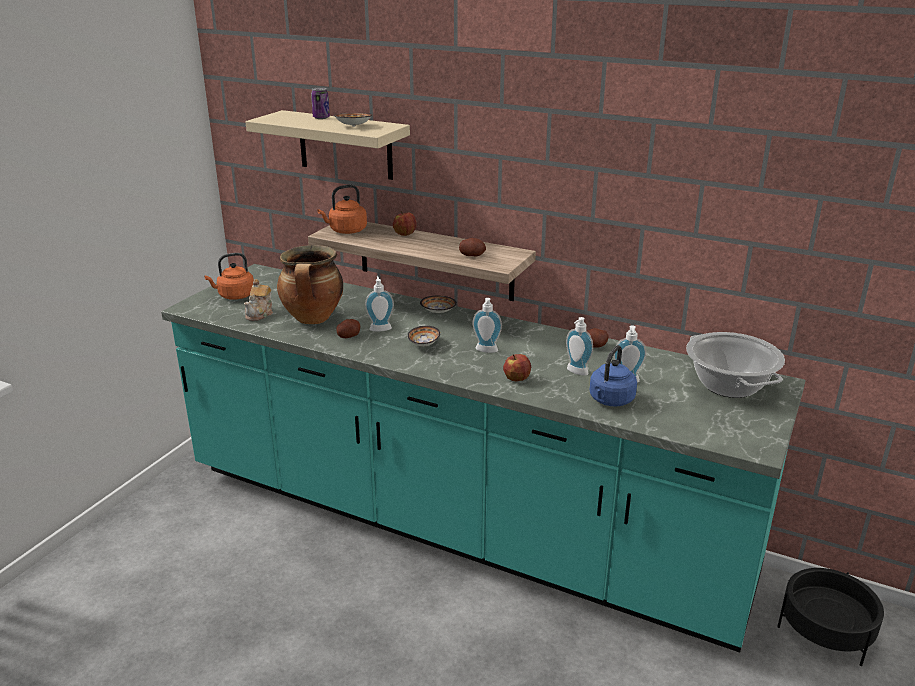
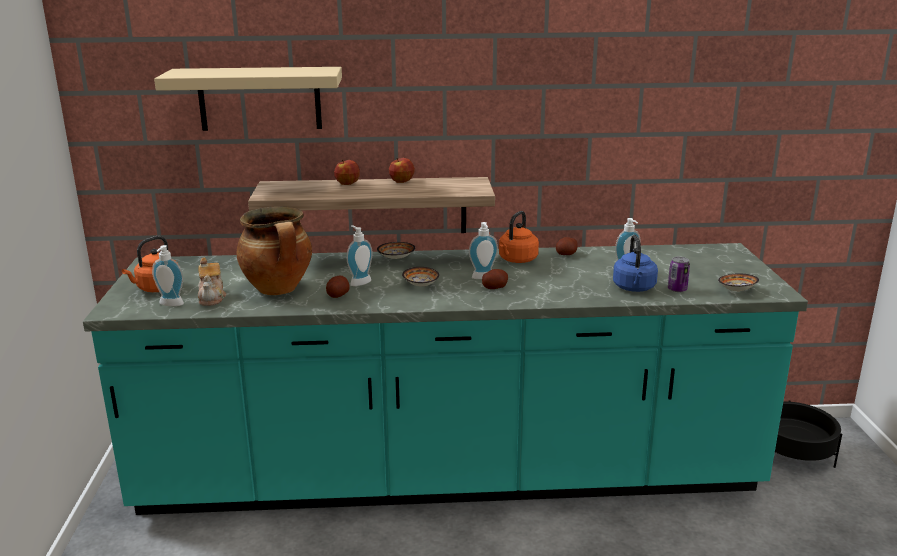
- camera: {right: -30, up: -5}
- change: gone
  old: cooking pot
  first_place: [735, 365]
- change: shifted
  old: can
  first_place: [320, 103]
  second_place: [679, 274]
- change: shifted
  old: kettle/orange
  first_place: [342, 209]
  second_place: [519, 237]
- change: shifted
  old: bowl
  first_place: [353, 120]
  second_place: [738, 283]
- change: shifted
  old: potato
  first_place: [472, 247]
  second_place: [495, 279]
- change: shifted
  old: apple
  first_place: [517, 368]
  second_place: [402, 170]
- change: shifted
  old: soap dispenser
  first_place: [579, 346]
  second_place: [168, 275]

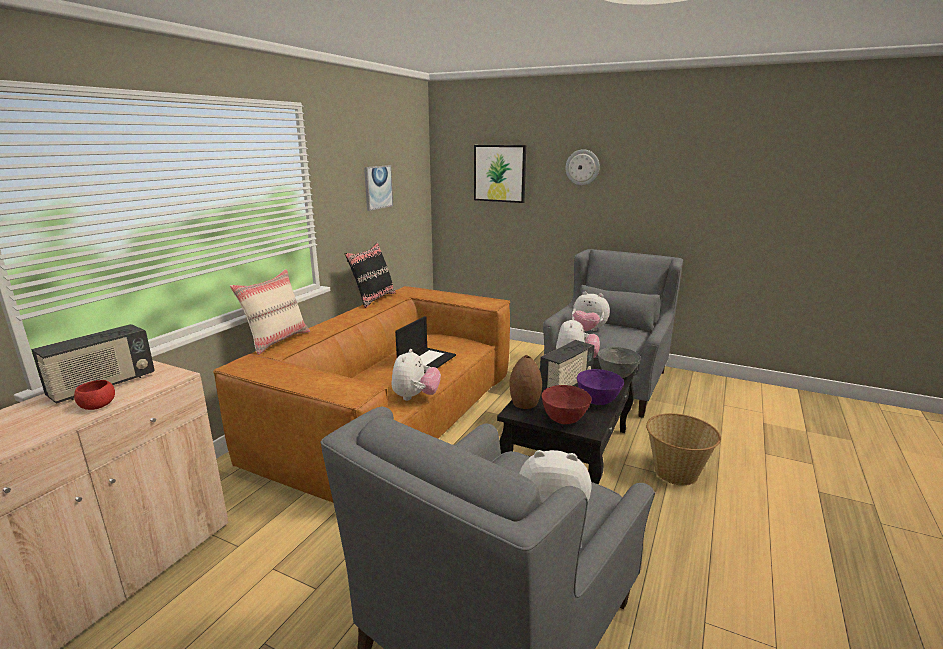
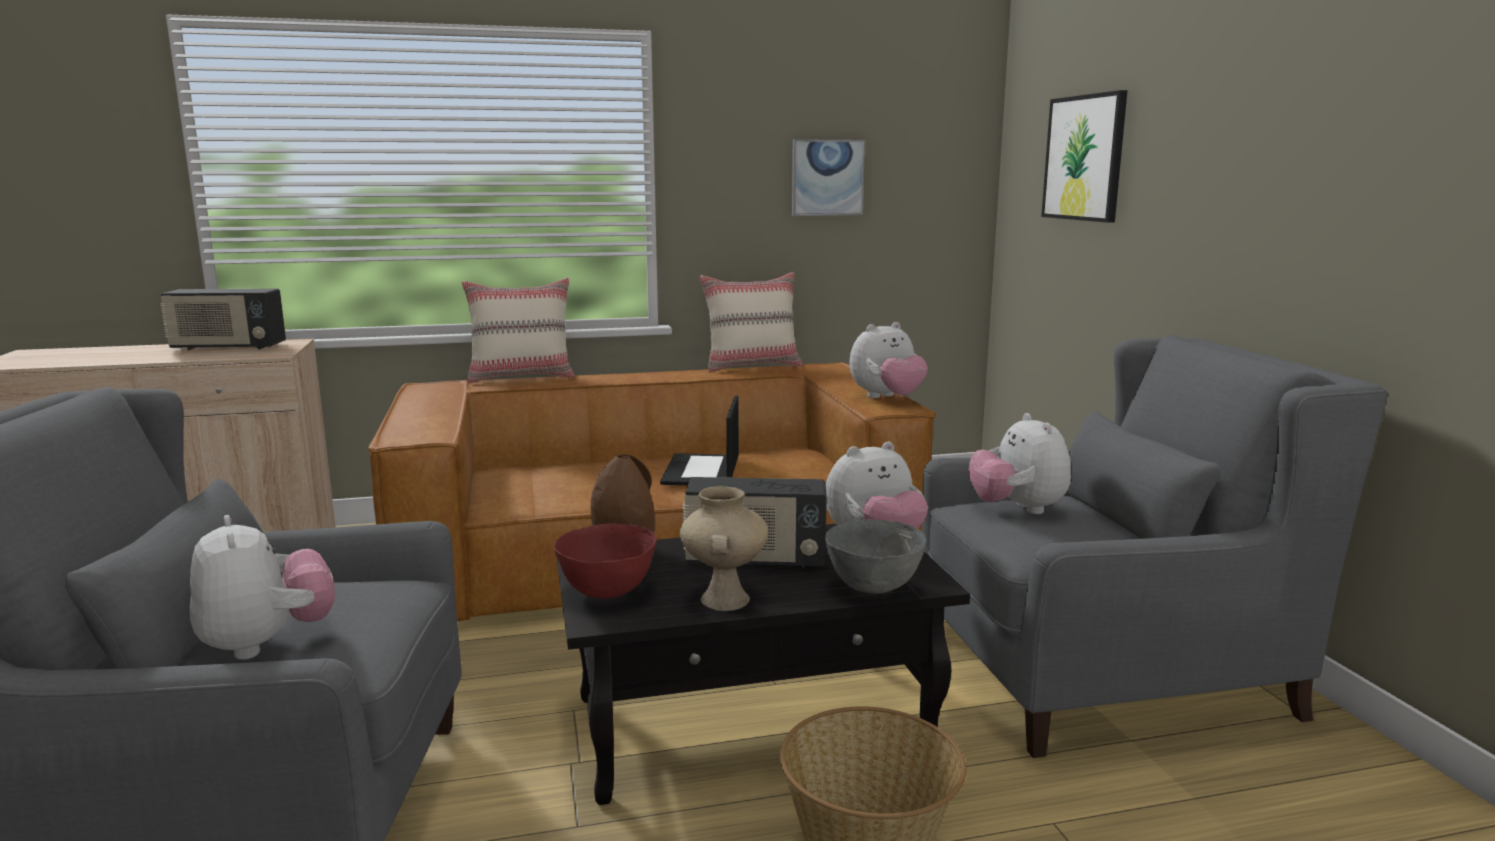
- camera: {right: 50, up: -5}
- change: gone
  old: bowl/red
  first_place: [94, 395]
- change: gone
  old: wall clock
  first_place: [582, 167]
- change: shifted
  old: plush toy
  first_place: [416, 375]
  second_place: [889, 360]
- change: swapped
  old: bowl/purple
  new: vase/beige
  first_place: [600, 387]
  second_place: [724, 548]
- change: repainted
  old: pillow/black
  new: pillow/beige
  first_place: [370, 275]
  second_place: [751, 322]
- change: rotated
  old: laptop
  first_place: [425, 344]
  second_place: [699, 440]
  degrees: 105

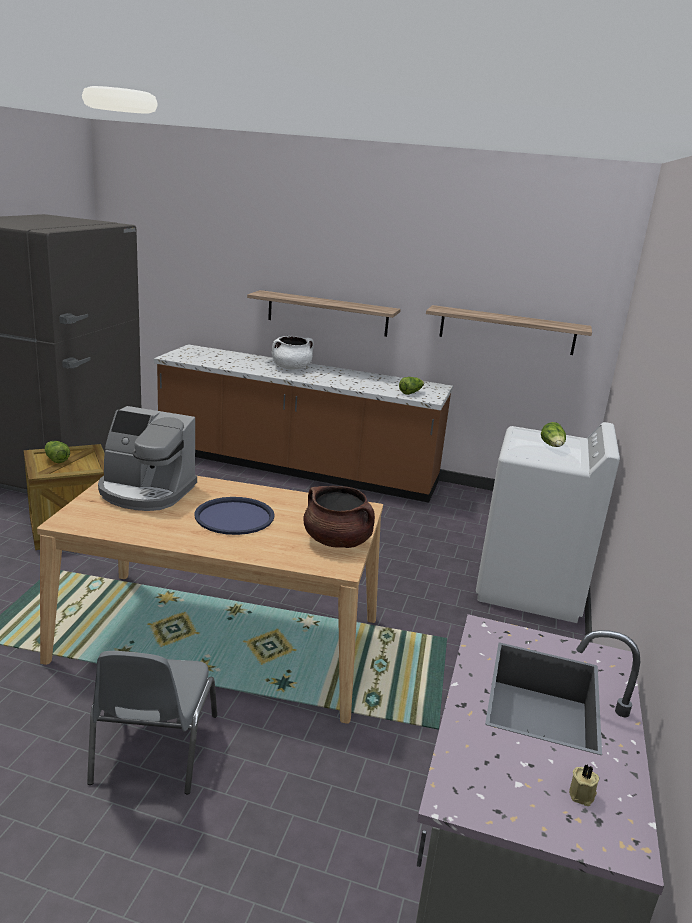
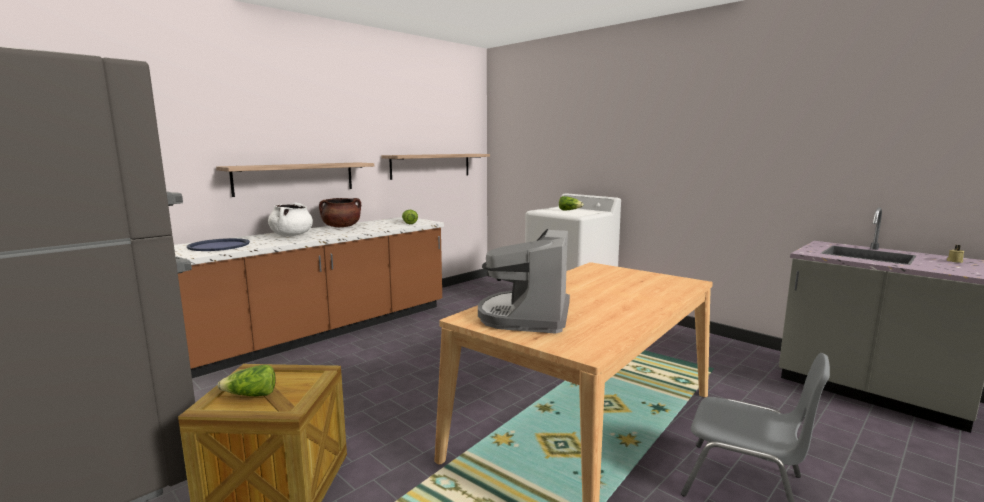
- camera: {right: -60, up: -10}
- change: shifted
  old: tray/blue
  first_place: [234, 516]
  second_place: [218, 244]
- change: shifted
  old: cooking pot/brown
  first_place: [339, 517]
  second_place: [340, 212]
- change: rotated
  old: coffee machine
  first_place: [147, 458]
  second_place: [524, 281]
  degrees: 150

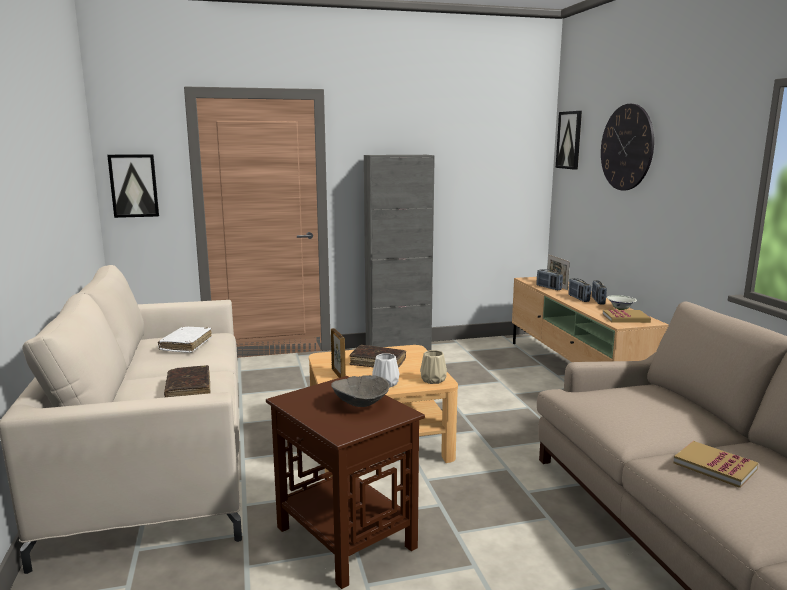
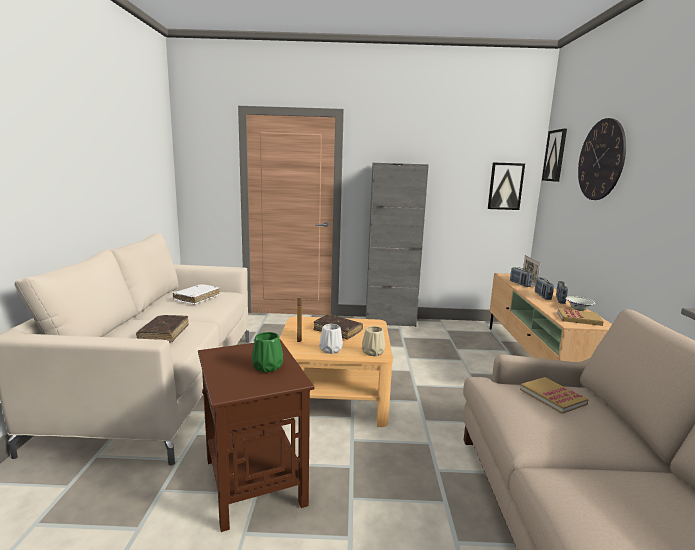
- camera: {right: 15, up: 0}
- change: shifted
  old: picture
  first_place: [133, 186]
  second_place: [506, 186]
- change: shifted
  old: book
  first_place: [716, 464]
  second_place: [554, 395]
- change: swapped
  old: bowl/grey
  new: vase/green
  first_place: [360, 391]
  second_place: [267, 352]

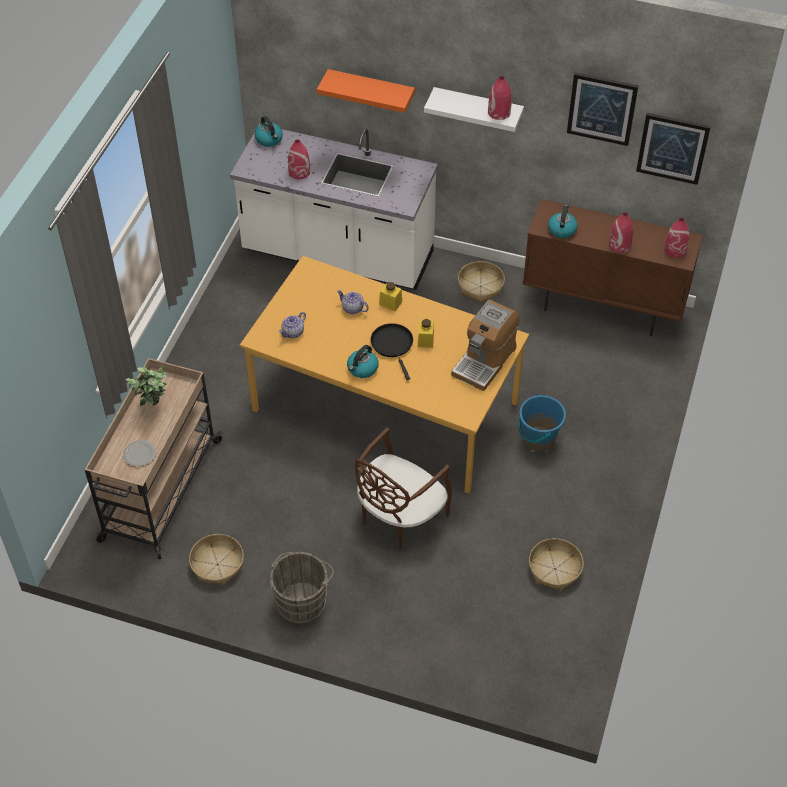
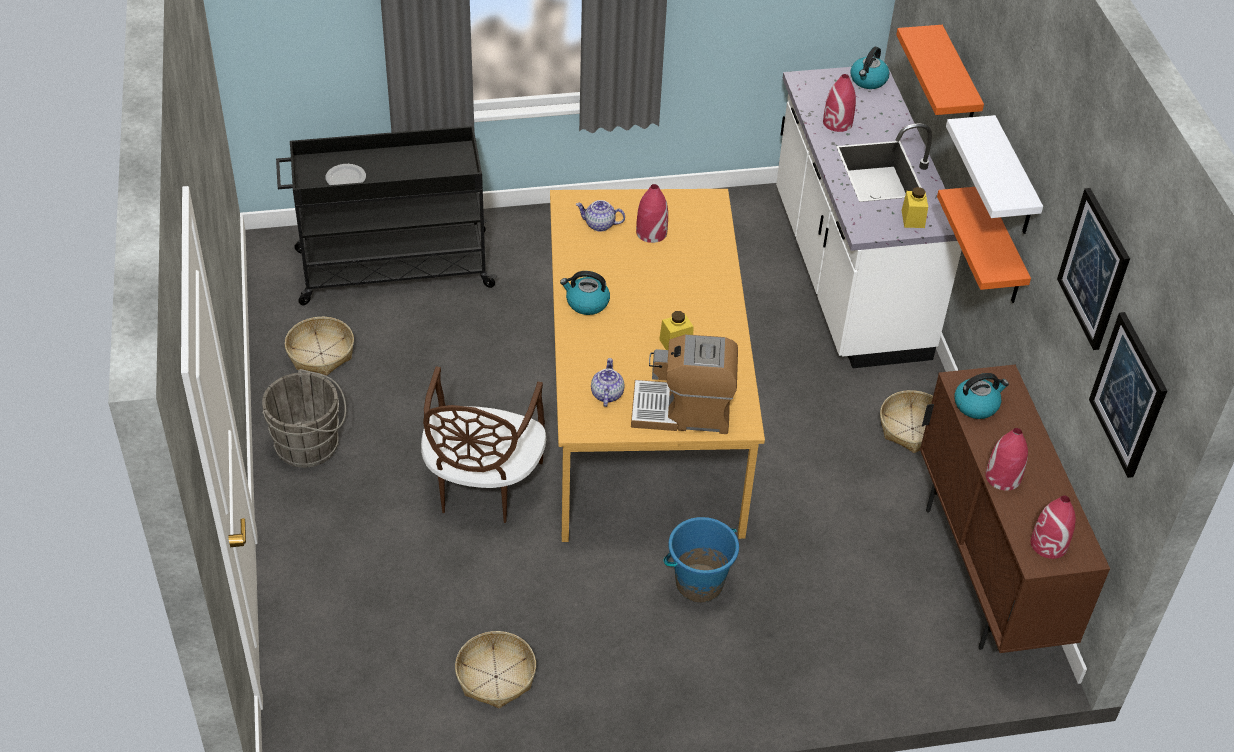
- camera: {right: 60, up: -5}
- change: gone
  old: potted plant
  first_place: [147, 386]
- change: gone
  old: frying pan/black
  first_place: [392, 351]
- change: new
  new: shelf/orange
  second_place: [984, 245]
- change: shifted
  old: teapot
  first_place: [353, 302]
  second_place: [607, 382]
- change: shifted
  old: jar/yellow
  first_place: [390, 296]
  second_place: [914, 207]
- change: shifted
  old: vase/red
  first_place: [500, 98]
  second_place: [652, 213]
- change: repainted
  old: cart/beige
  new: cart/black
  first_place: [154, 458]
  second_place: [386, 215]
- change: rotated
  old: chair/brown
  first_place: [403, 488]
  second_place: [483, 444]
  degrees: -90

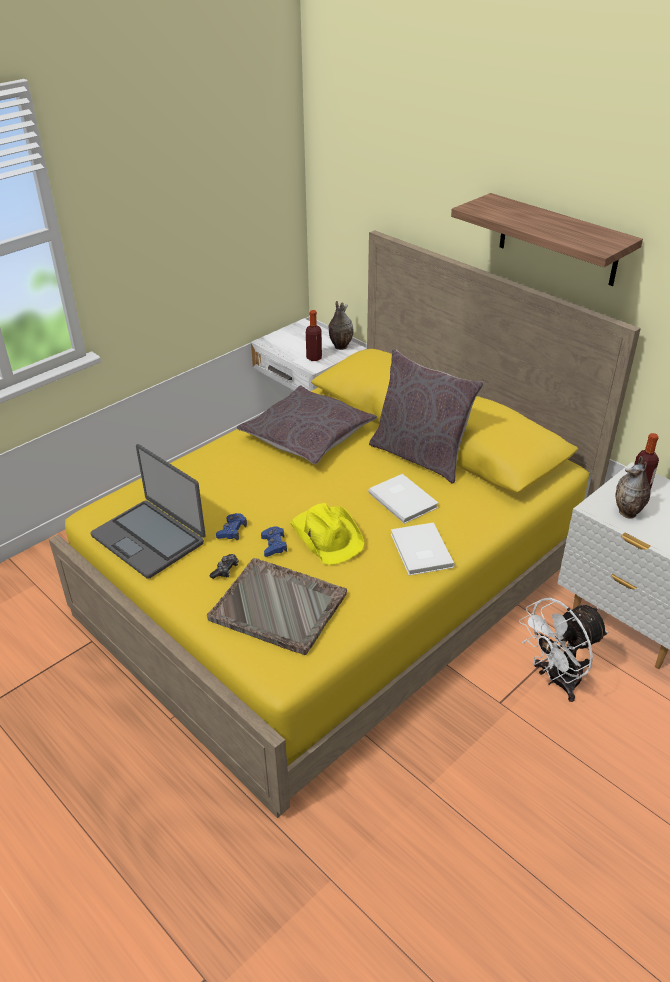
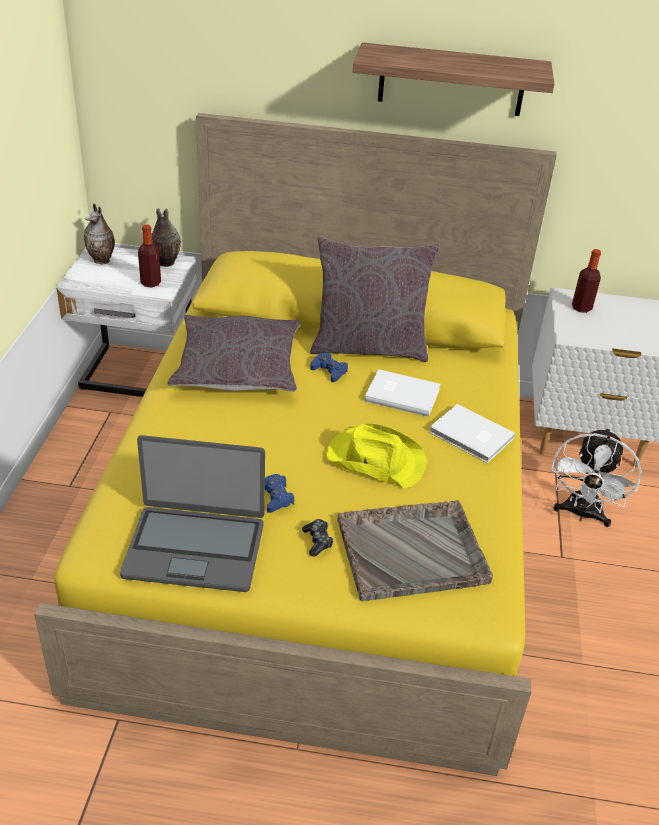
- camera: {right: -40, up: 0}
- change: shifted
  old: game controller/blue
  first_place: [274, 541]
  second_place: [329, 367]
- change: shifted
  old: vase
  first_place: [633, 487]
  second_place: [99, 233]

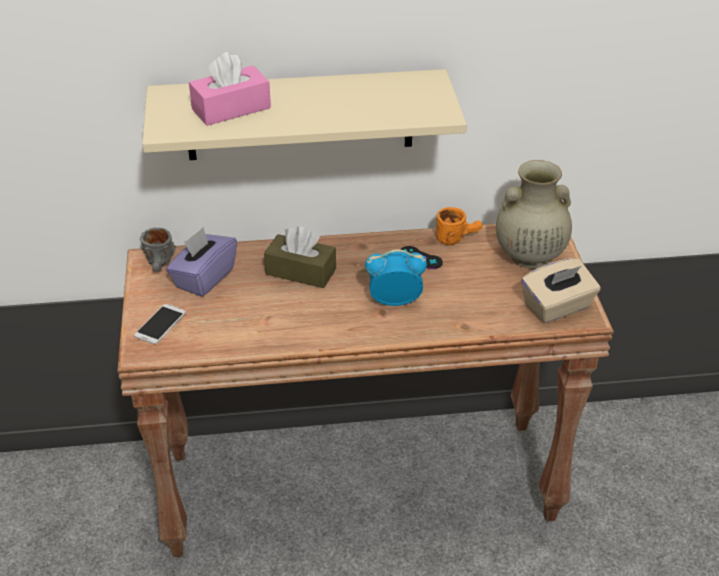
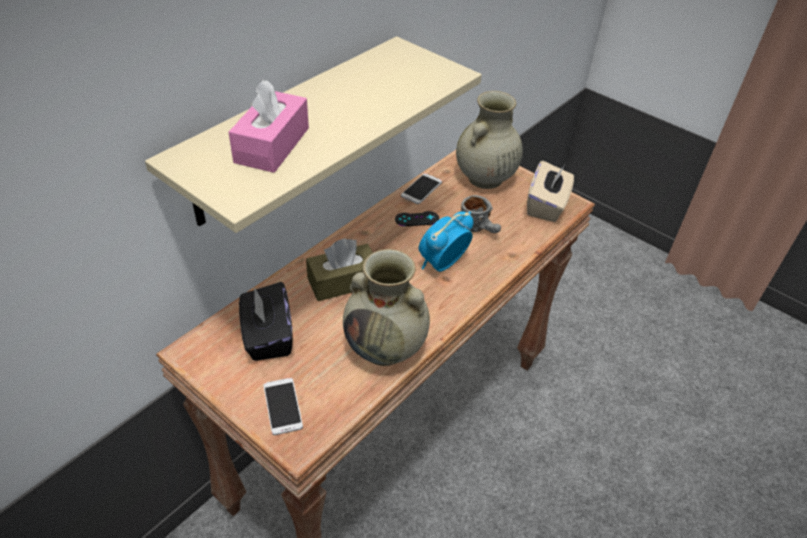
- camera: {right: -45, up: 5}
- change: new
  new: vase/beige
  second_place: [386, 307]
- change: shifted
  old: mug/grey
  first_place: [158, 250]
  second_place: [481, 214]
- change: swapped
  old: mug/orange
  new: phone
  first_place: [459, 226]
  second_place: [421, 188]
- change: repainted
  old: tissue box/purple
  new: tissue box/black
  first_place: [201, 262]
  second_place: [266, 321]

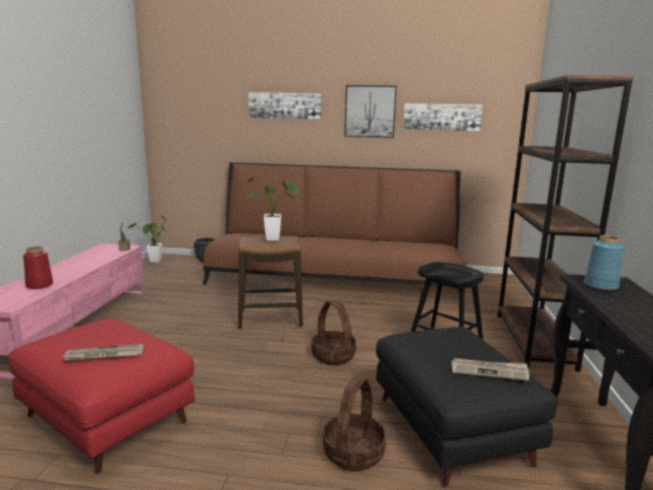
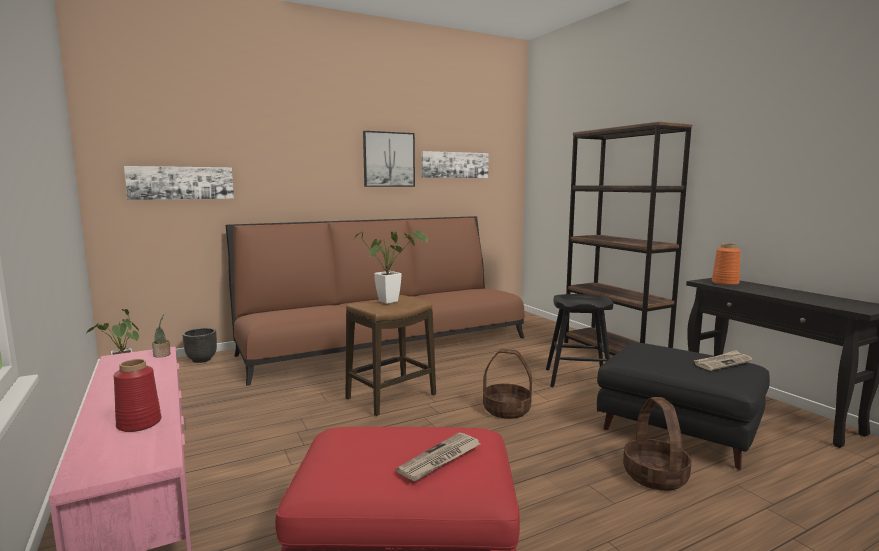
- camera: {right: -35, up: -5}
- change: shifted
  old: picture
  first_place: [285, 105]
  second_place: [179, 183]
- change: repainted
  old: vase/blue
  new: vase/orange
  first_place: [604, 263]
  second_place: [726, 264]

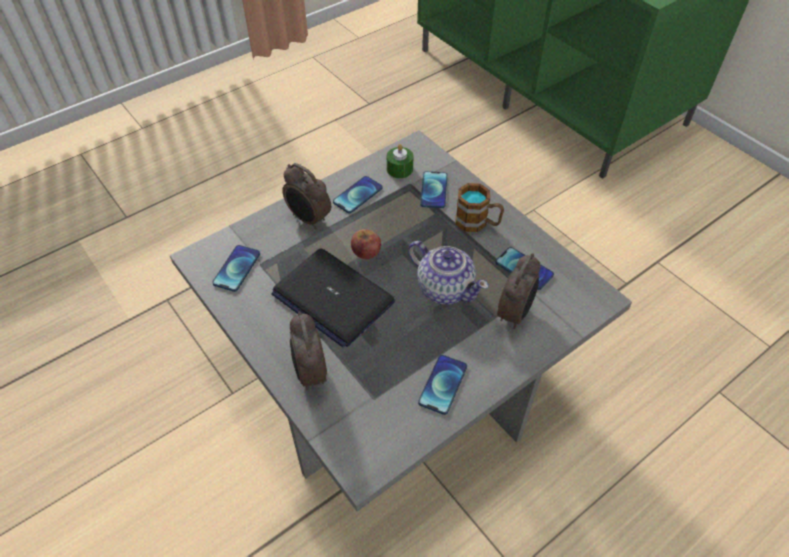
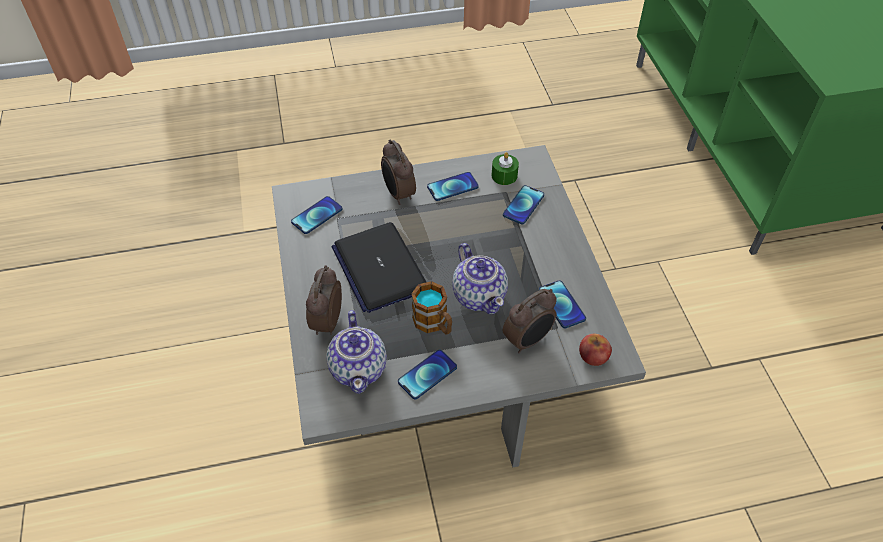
- camera: {right: 25, up: 0}
- change: new
  new: teapot
  second_place: [356, 352]
- change: shifted
  old: apple
  first_place: [366, 244]
  second_place: [595, 350]
- change: shifted
  old: mug
  first_place: [480, 207]
  second_place: [431, 308]

